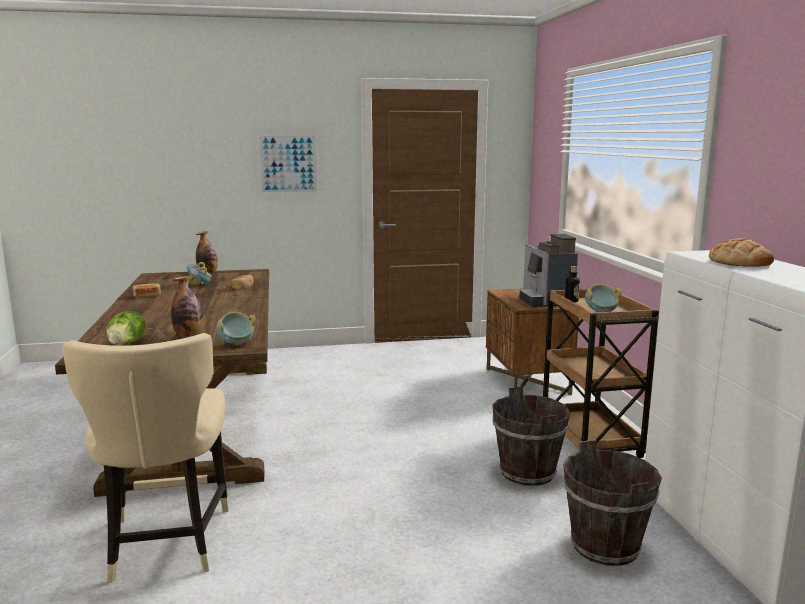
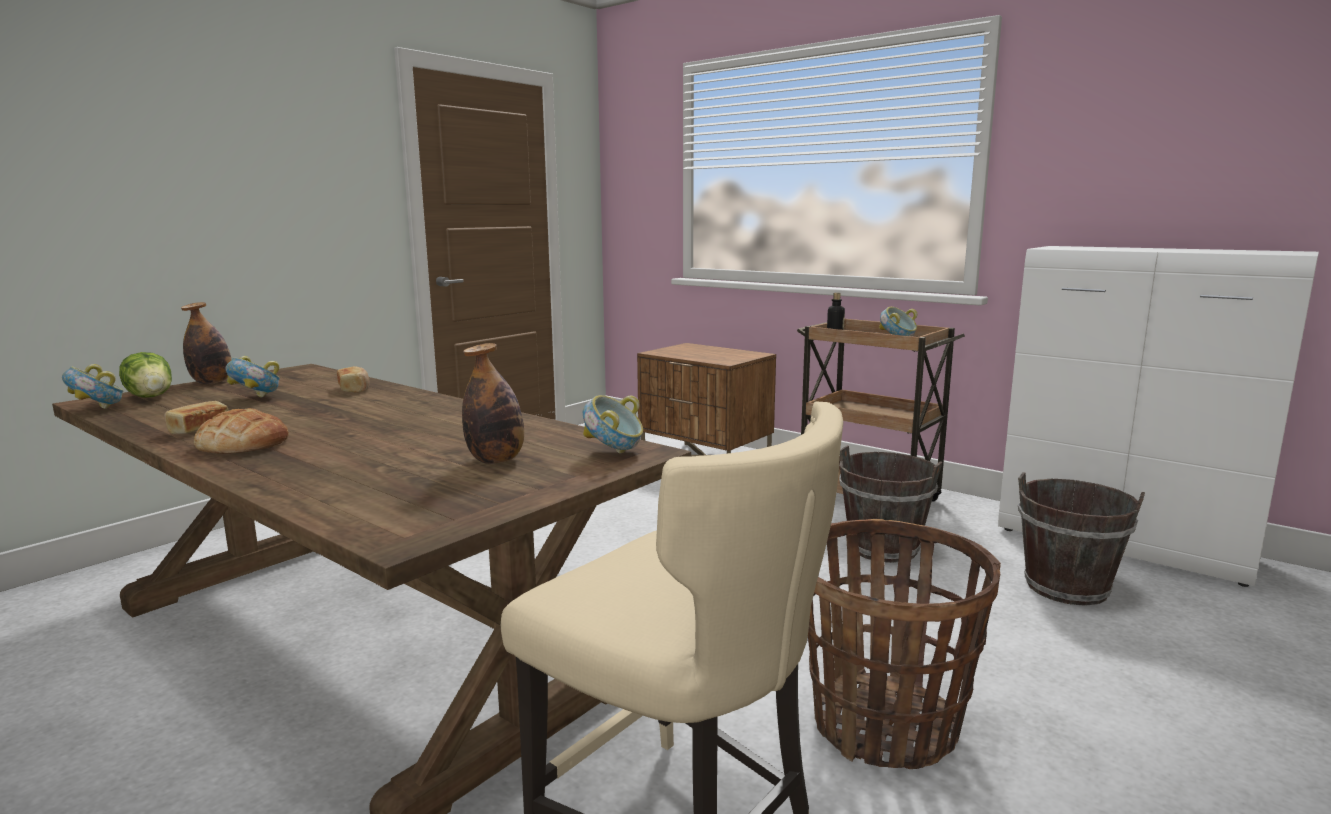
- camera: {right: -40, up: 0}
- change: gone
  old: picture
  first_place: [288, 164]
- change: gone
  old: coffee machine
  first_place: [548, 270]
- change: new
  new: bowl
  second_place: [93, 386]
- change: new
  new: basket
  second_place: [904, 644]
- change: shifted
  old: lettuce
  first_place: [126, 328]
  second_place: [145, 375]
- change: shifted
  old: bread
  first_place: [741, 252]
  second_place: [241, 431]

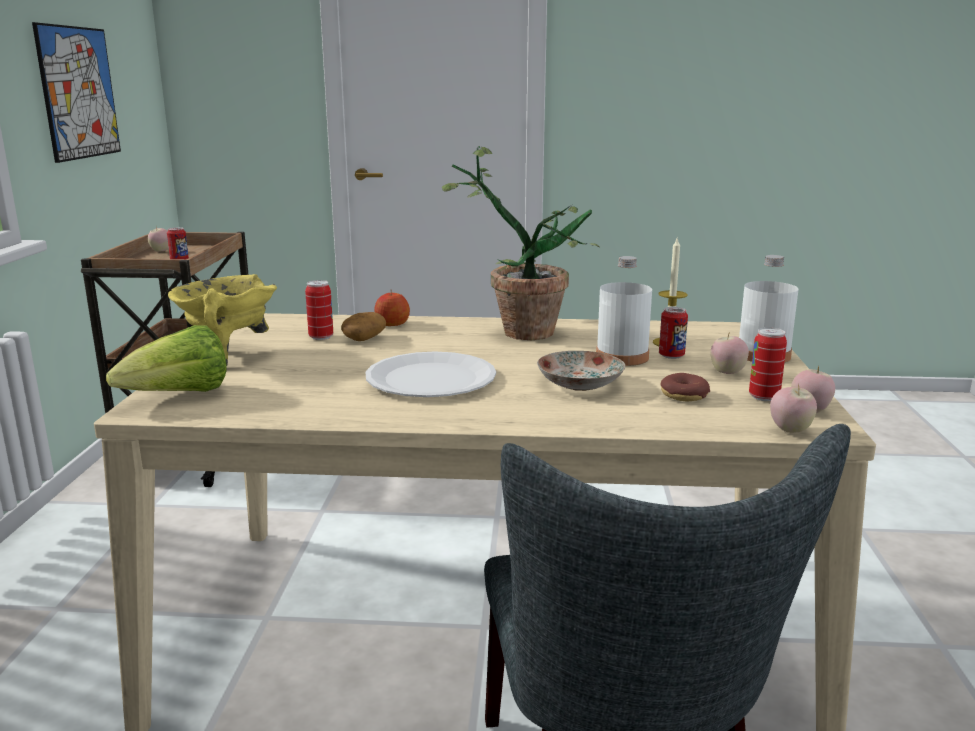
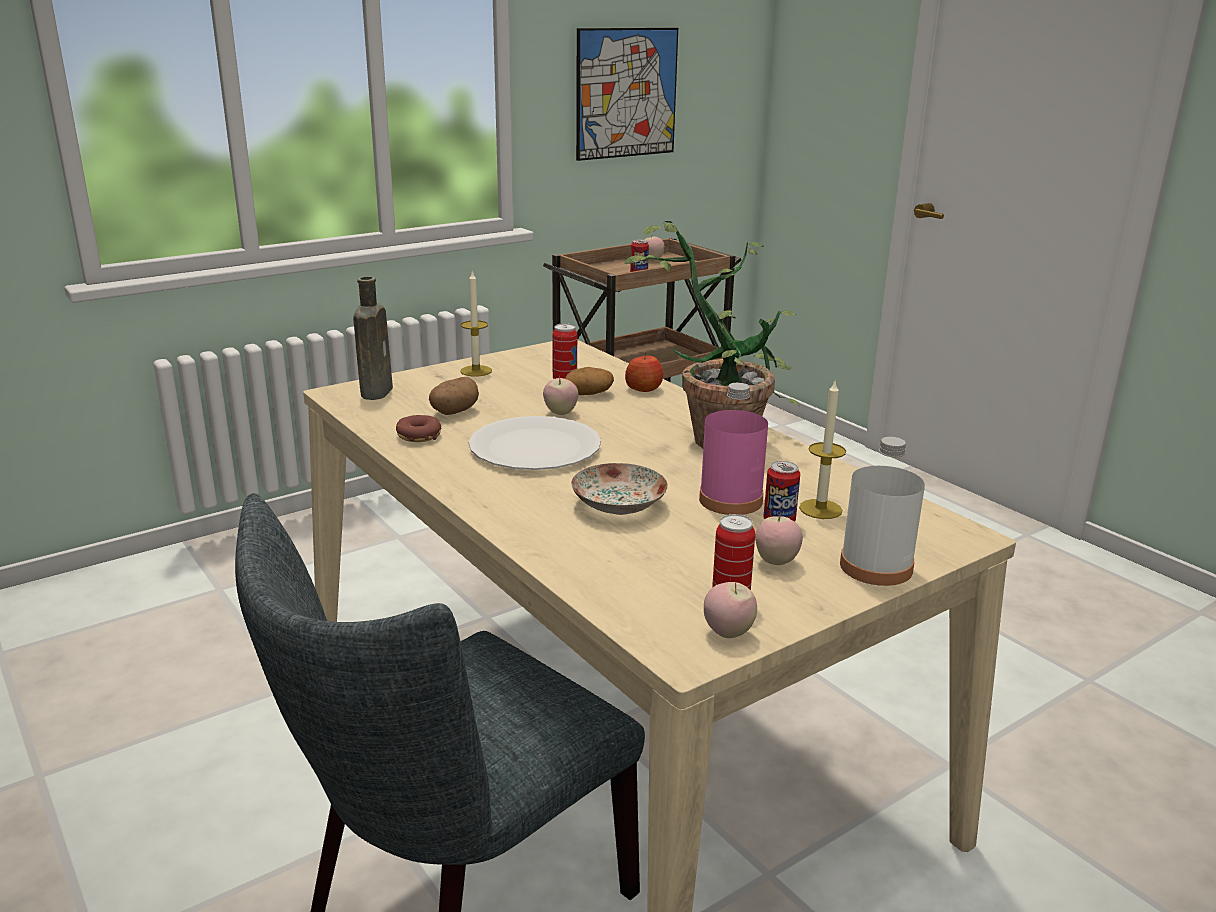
- camera: {right: 50, up: 5}
- change: new
  new: potato
  second_place: [454, 396]
- change: shifted
  old: donut
  first_place: [685, 387]
  second_place: [418, 428]
- change: shifted
  old: apple
  first_place: [793, 408]
  second_place: [560, 395]
- change: swapped
  old: lettuce
  new: bottle/brown
  first_place: [166, 358]
  second_place: [373, 338]
- change: swapped
  old: cooking pot/yellow
  new: candle
  first_place: [222, 320]
  second_place: [476, 323]
- change: repainted
  old: bottle/white
  new: bottle/pink
  first_place: [624, 311]
  second_place: [733, 449]

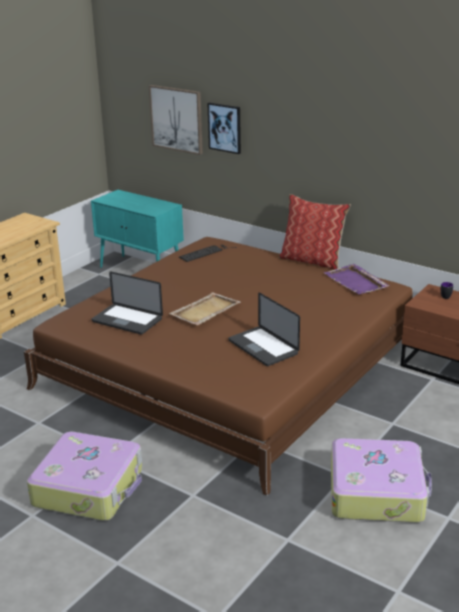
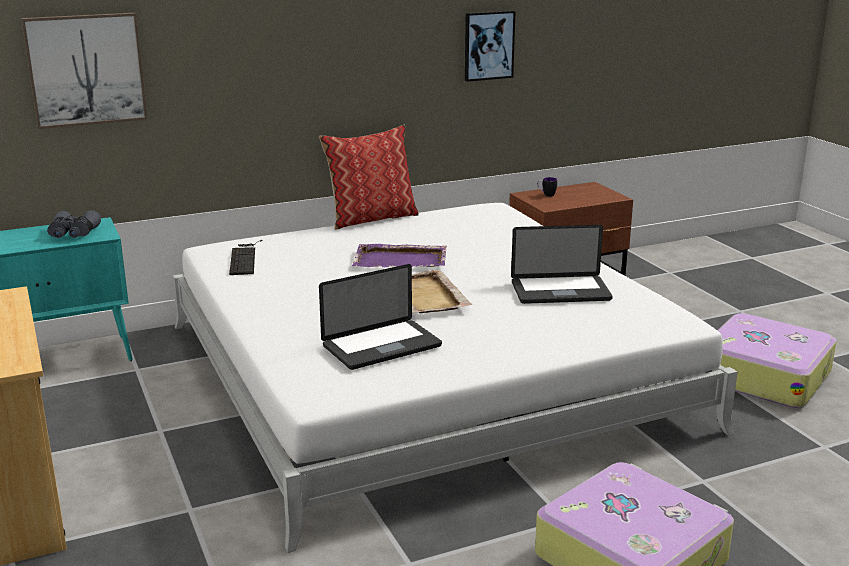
- camera: {right: -60, up: -5}
- change: new
  new: binoculars/grey
  second_place: [74, 224]
- change: shifted
  old: picture
  first_place: [224, 128]
  second_place: [490, 46]
- change: shifted
  old: tray/purple
  first_place: [357, 279]
  second_place: [399, 255]
- change: repainted
  old: bed/brown
  new: bed/white
  first_place: [218, 366]
  second_place: [455, 378]

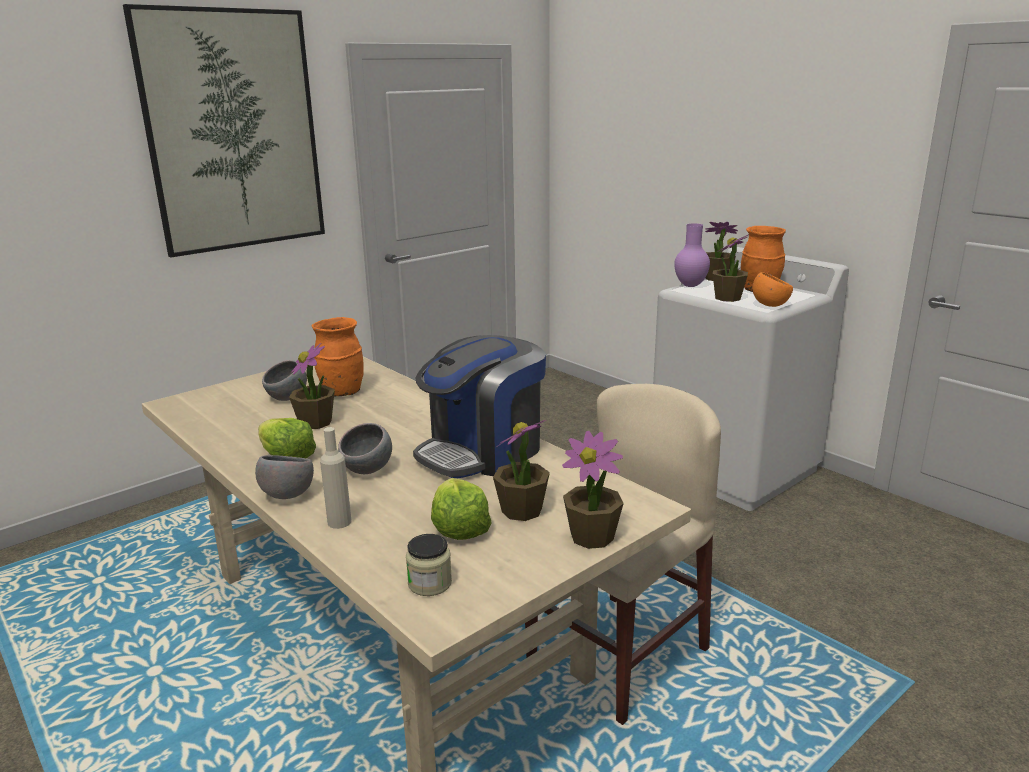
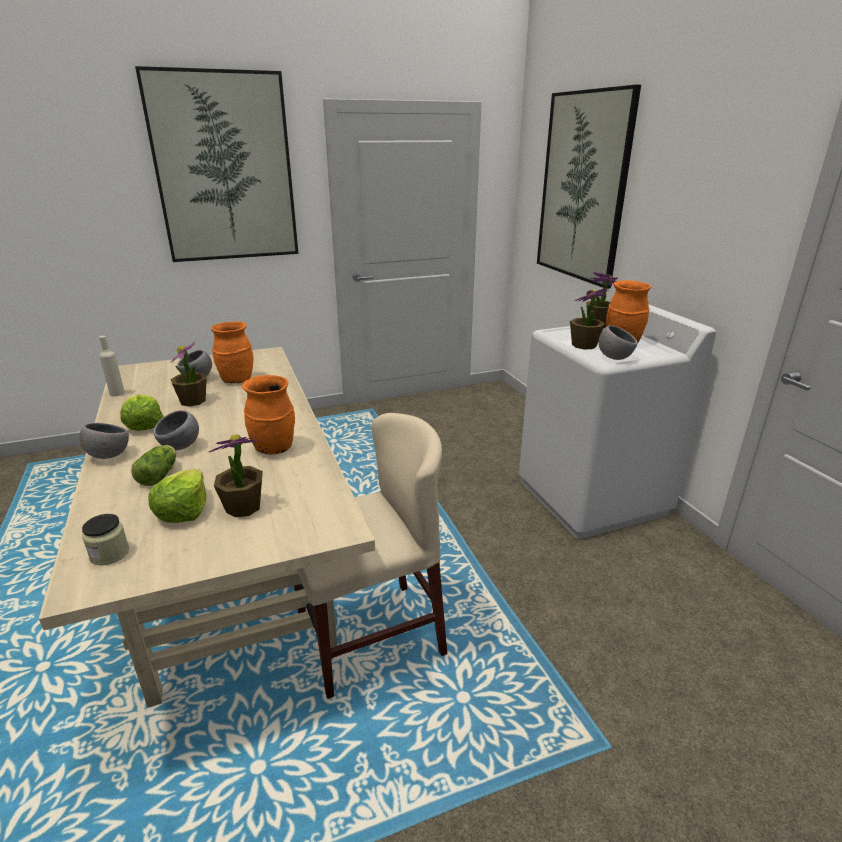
- camera: {right: 20, up: 5}
- change: gone
  old: potted plant
  first_place: [593, 490]
- change: gone
  old: vase/purple
  first_place: [692, 255]
- change: new
  new: lettuce
  second_place: [153, 465]
- change: new
  new: picture
  second_place: [589, 187]
- change: shifted
  old: bottle/beige
  first_place: [336, 478]
  second_place: [112, 366]
- change: swapped
  old: coffee machine
  new: vase/orange
  first_place: [479, 406]
  second_place: [268, 415]
- change: repainted
  old: bowl/orange
  new: bowl/grey
  first_place: [772, 289]
  second_place: [618, 342]

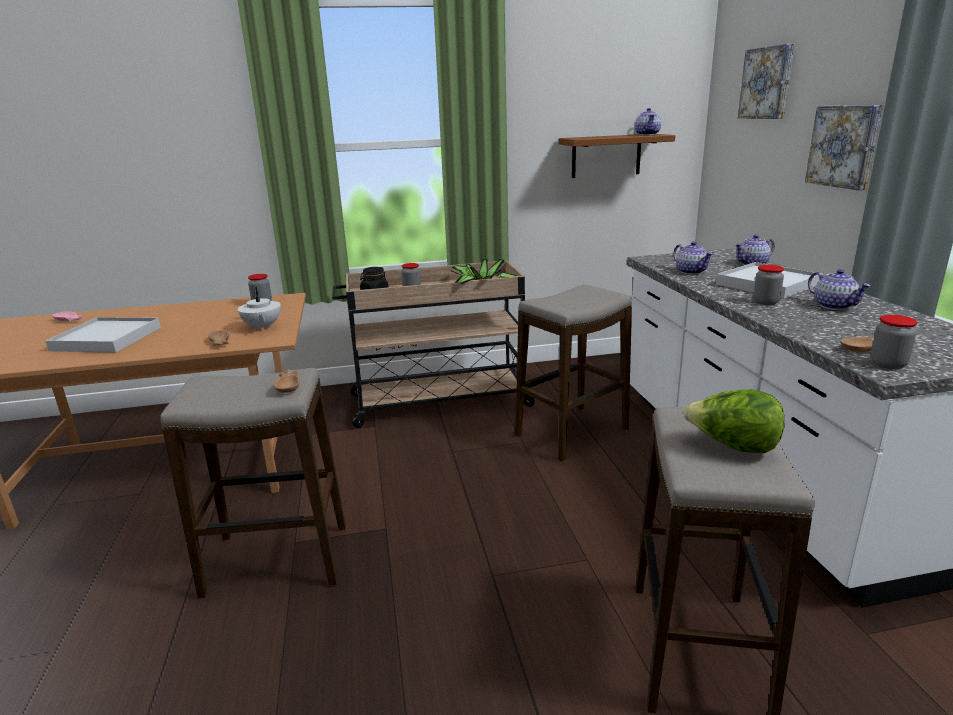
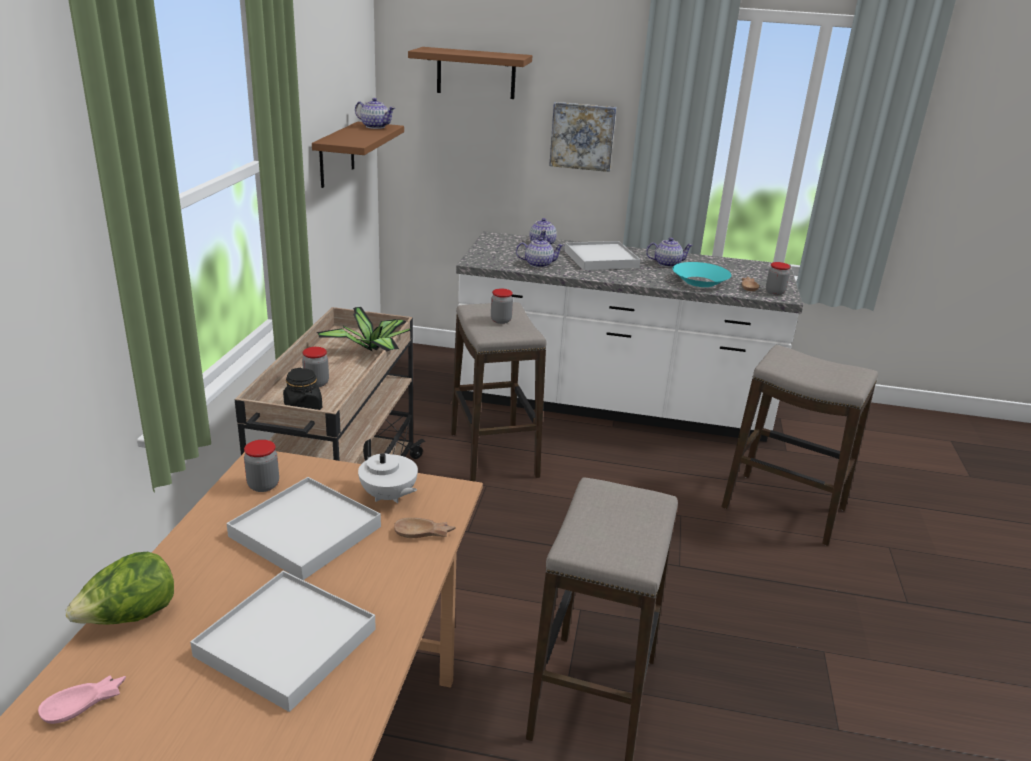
- camera: {right: -70, up: 5}
- change: gone
  old: bowl/brown
  first_place: [287, 381]
- change: new
  new: tray/white
  second_place: [303, 528]
- change: new
  new: bowl/turquoise
  second_place: [701, 274]
- change: shifted
  old: lettuce
  first_place: [733, 421]
  second_place: [120, 587]
- change: shifted
  old: jar
  first_place: [768, 285]
  second_place: [502, 306]
- change: swapped
  old: picture
  new: shelf/brown
  first_place: [766, 81]
  second_place: [470, 73]
- change: rotated
  old: teapot/white
  first_place: [259, 308]
  second_place: [388, 471]
  degrees: 45

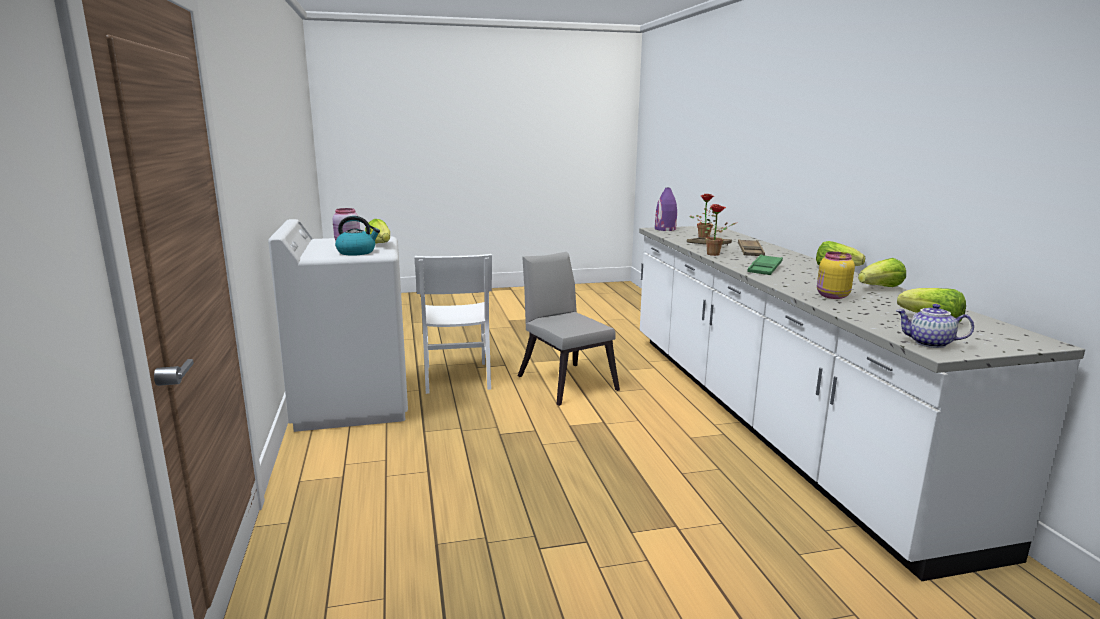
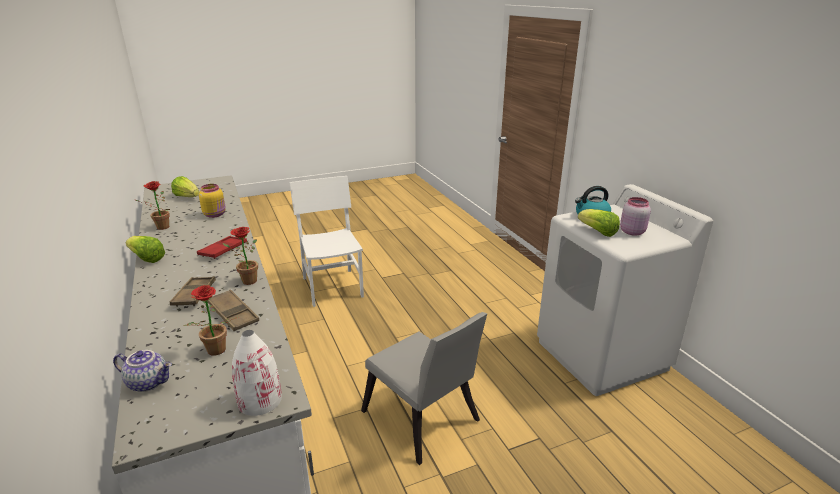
- camera: {right: 170, up: 10}
- change: shifted
  old: chair/white
  first_place: [453, 324]
  second_place: [326, 241]
- change: shifted
  old: teapot
  first_place: [935, 326]
  second_place: [142, 371]
- change: swapped
  old: lettuce
  new: potted plant
  first_place: [882, 272]
  second_place: [152, 205]
- change: repainted
  old: vase/purple
  new: vase/white
  first_place: [666, 209]
  second_place: [257, 373]
- change: repainted
  old: tray/green
  new: tray/red
  first_place: [765, 264]
  second_place: [222, 247]

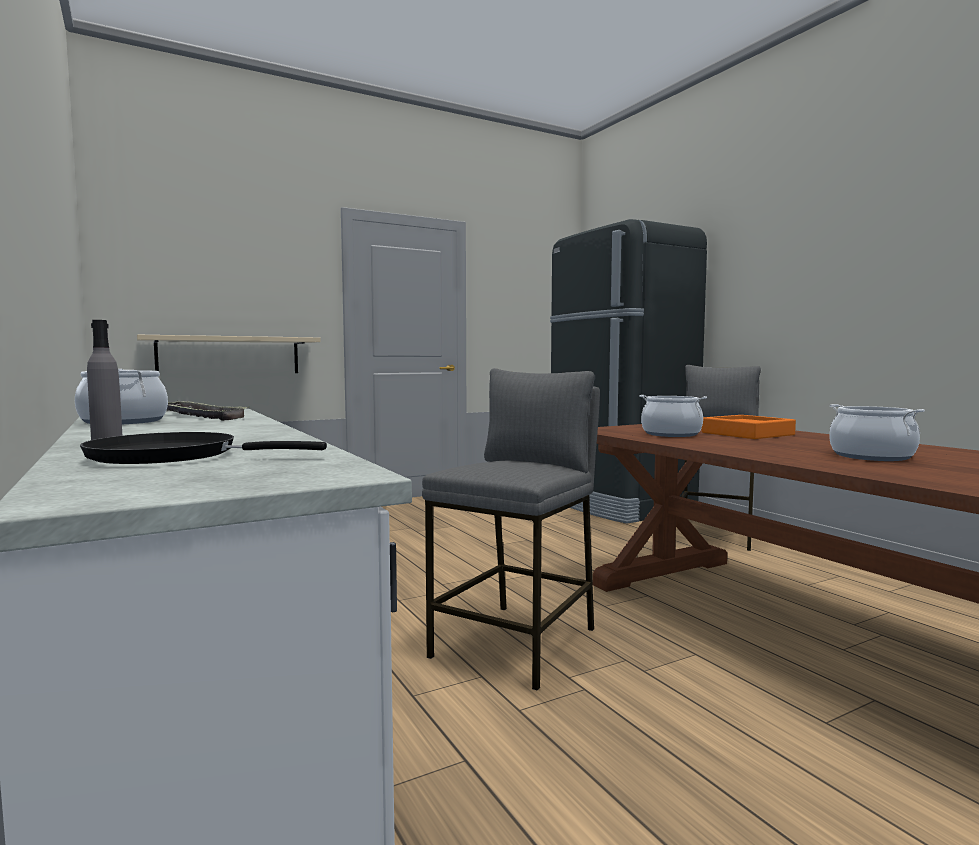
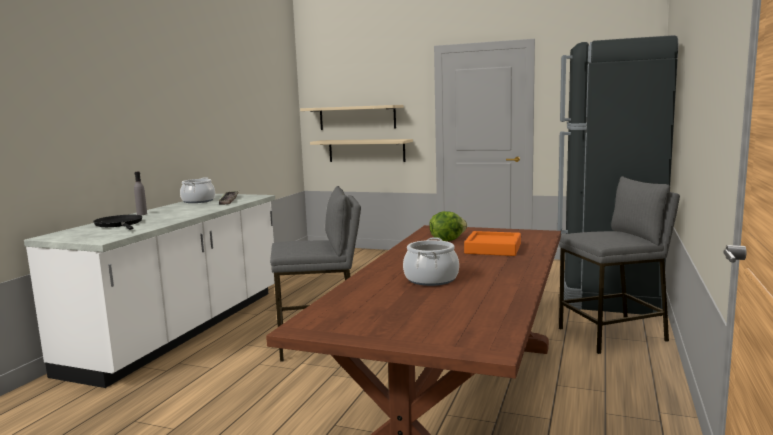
- camera: {right: 50, up: 5}
- change: new
  new: shelf/beige
  second_place: [352, 117]
- change: swapped
  old: cooking pot
  new: lettuce
  first_place: [673, 416]
  second_place: [448, 226]

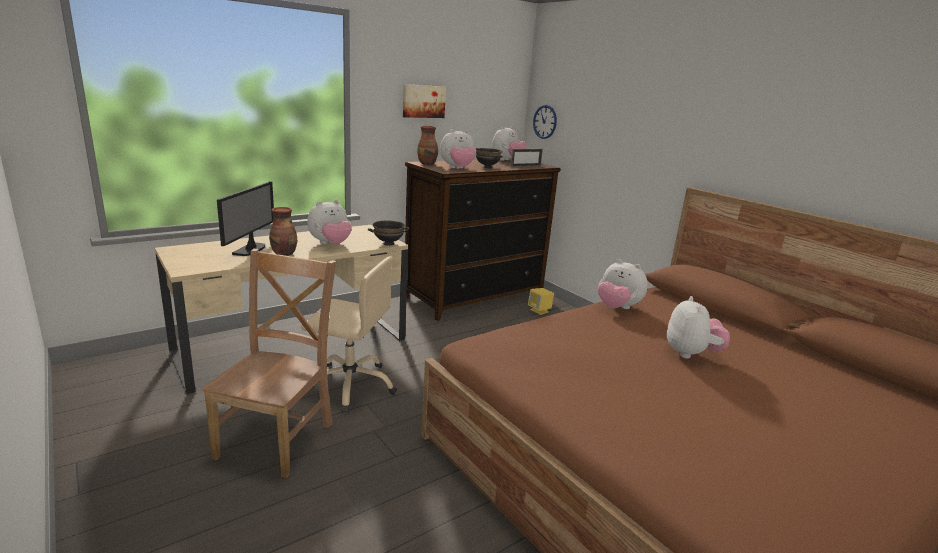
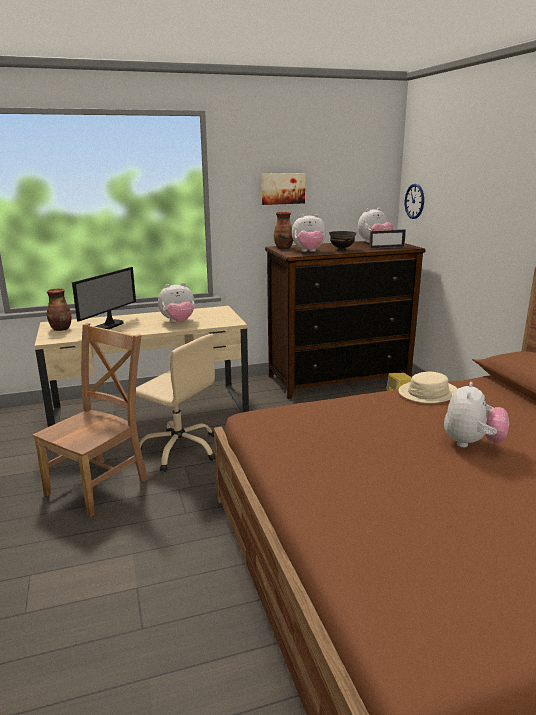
- camera: {right: 20, up: 0}
- change: gone
  old: bowl/black
  first_place: [389, 233]
- change: shifted
  old: vase
  first_place: [283, 231]
  second_place: [59, 309]
- change: swapped
  old: plush toy
  new: hat/beige
  first_place: [623, 284]
  second_place: [428, 387]

